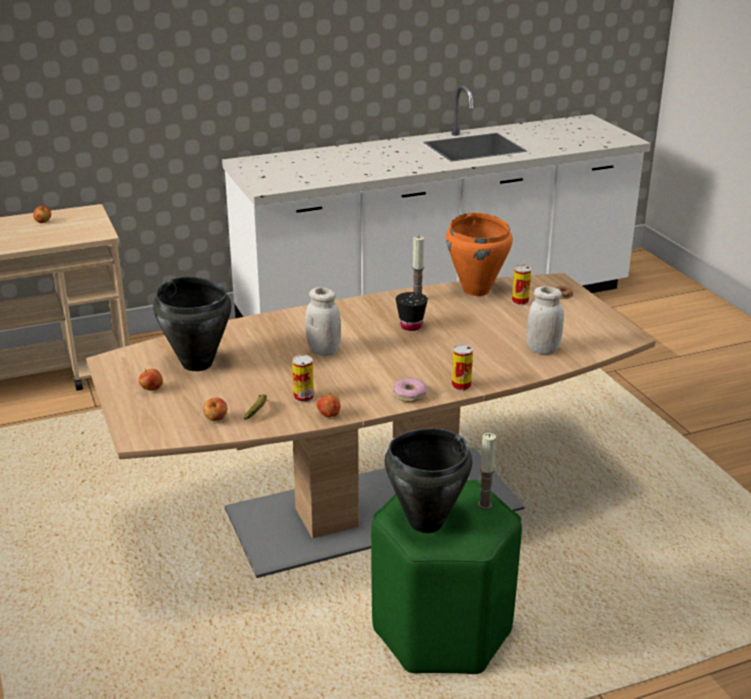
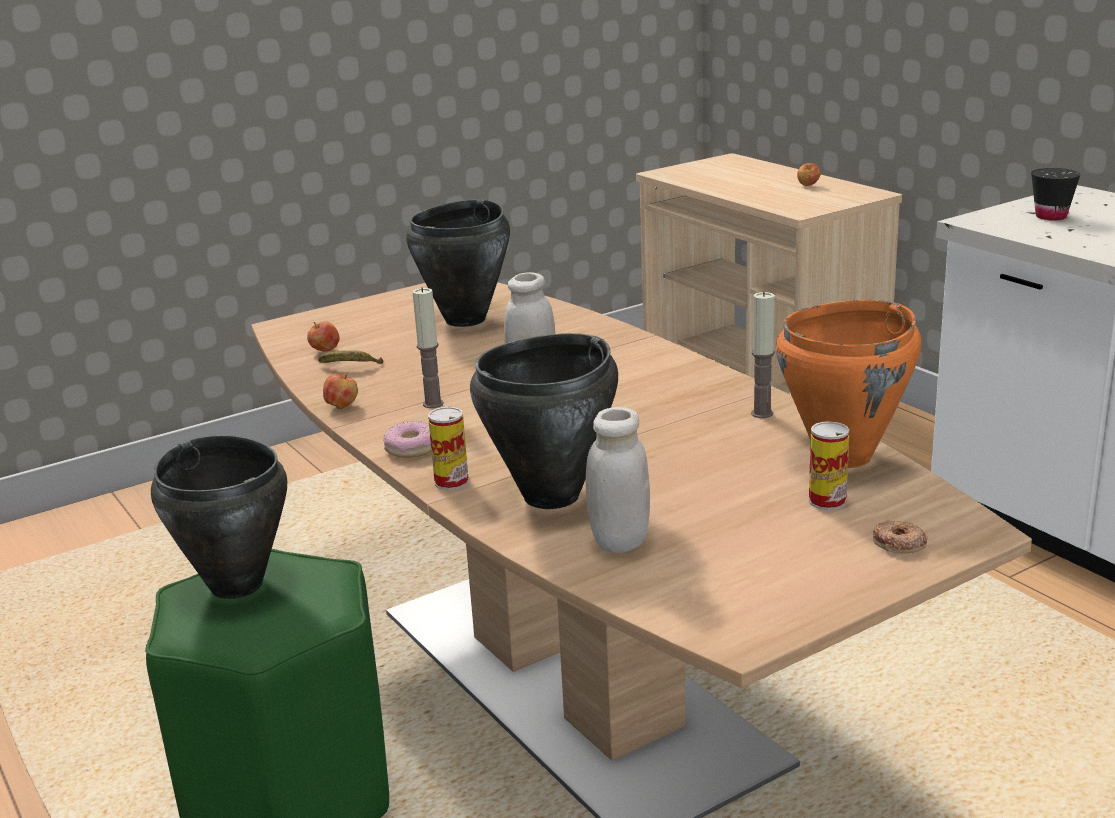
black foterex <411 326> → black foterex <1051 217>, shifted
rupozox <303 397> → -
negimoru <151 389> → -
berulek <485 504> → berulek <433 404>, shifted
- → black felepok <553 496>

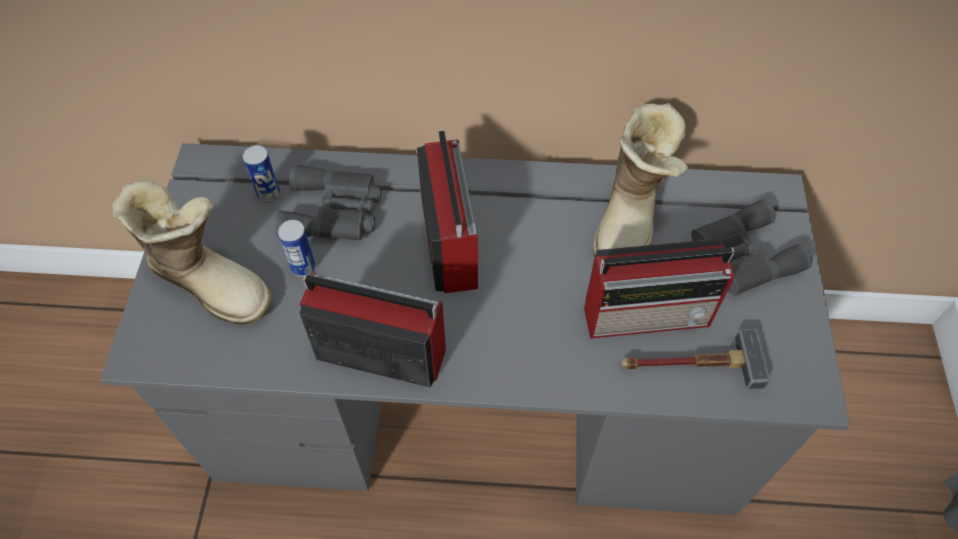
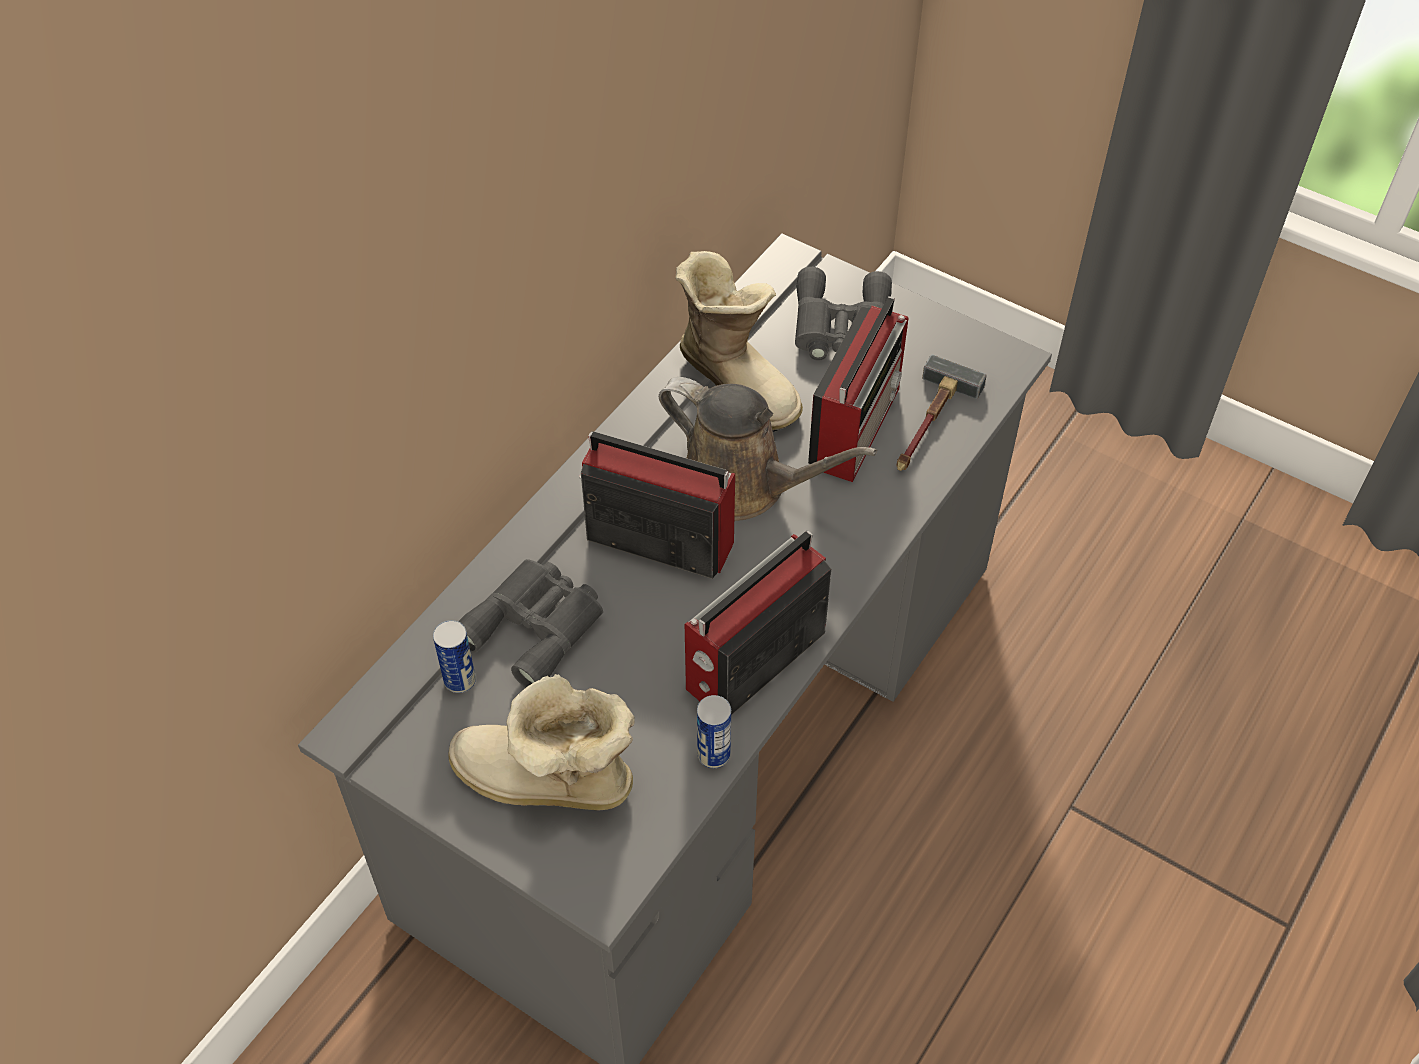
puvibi <211 281> → puvibi <547 784>, 135 degrees counterclockwise
rupozox <303 267> → rupozox <713 755>, shifted
- → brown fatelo <743 484>

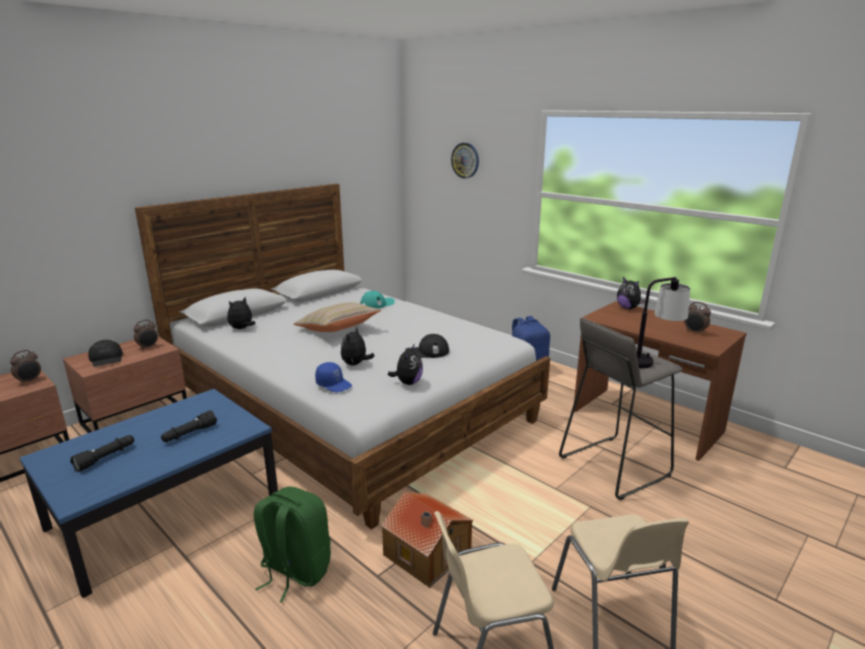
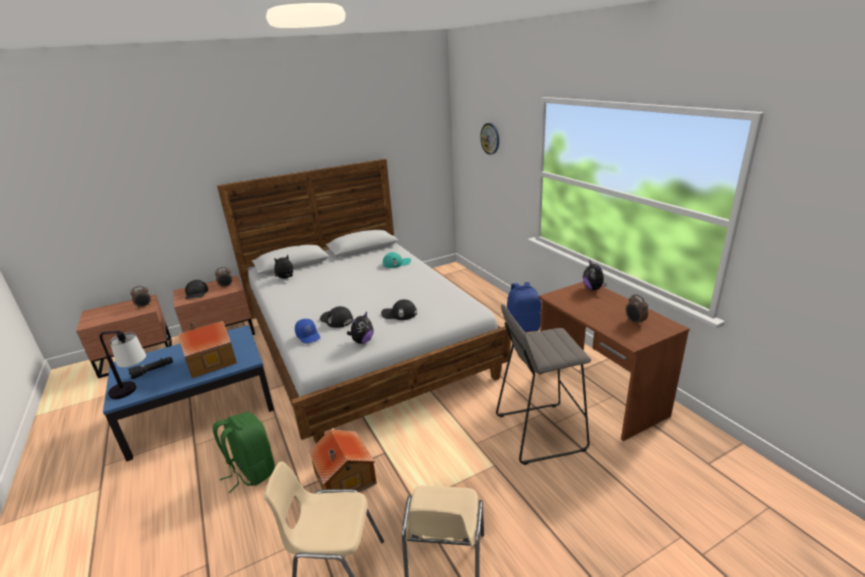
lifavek <650 360> → lifavek <134 391>, shifted
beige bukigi <337 330> → -
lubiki <355 364> → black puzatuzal <336 319>
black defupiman <189 434> → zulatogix <210 360>

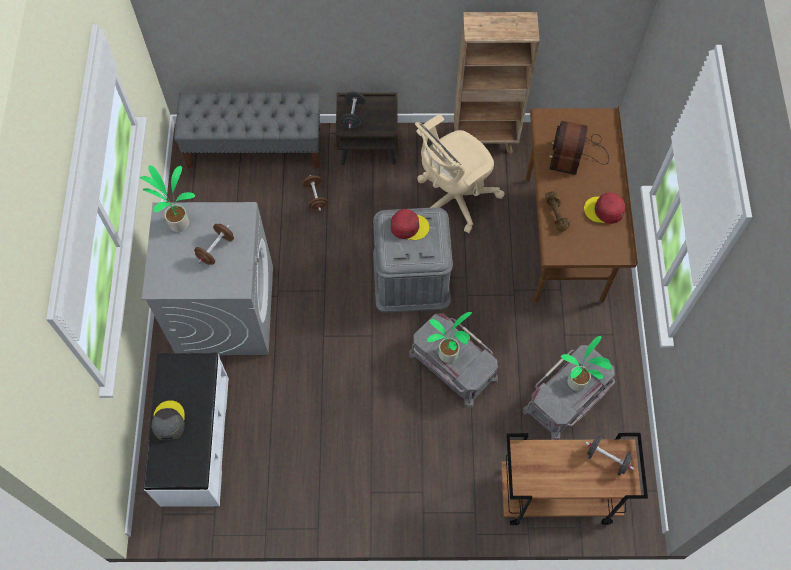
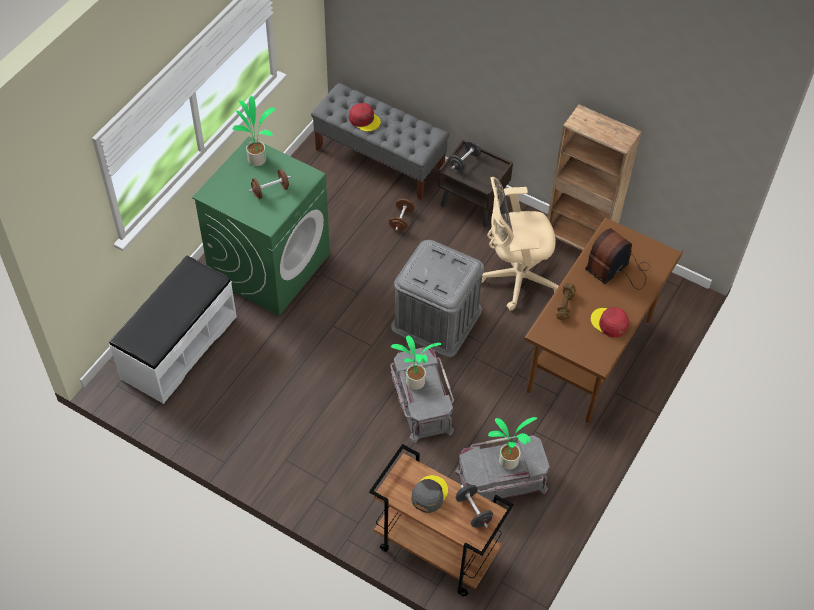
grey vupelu <225 309> → green vupelu <270 266>
red puzatuzal <409 226> → red puzatuzal <364 120>, shifted
grey puzatuzal <168 421> → grey puzatuzal <429 494>, shifted

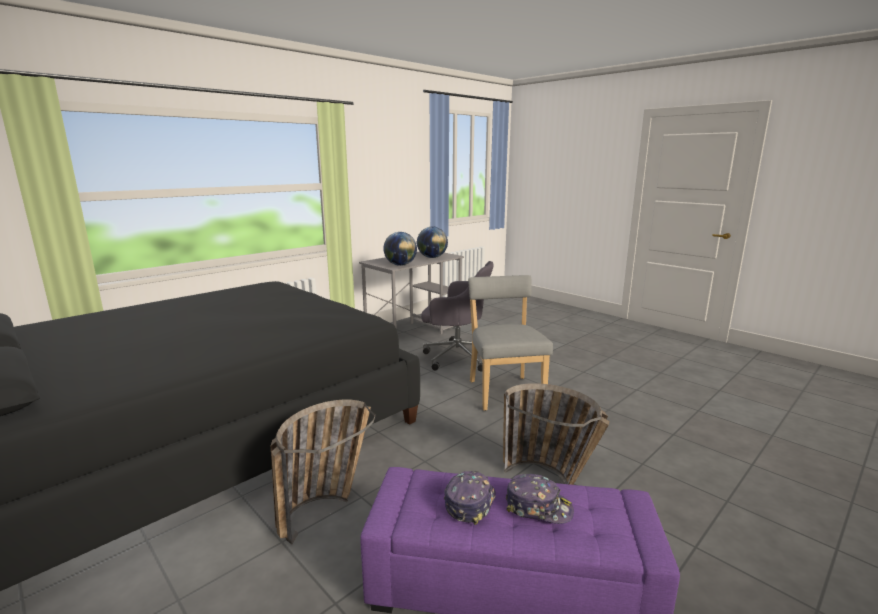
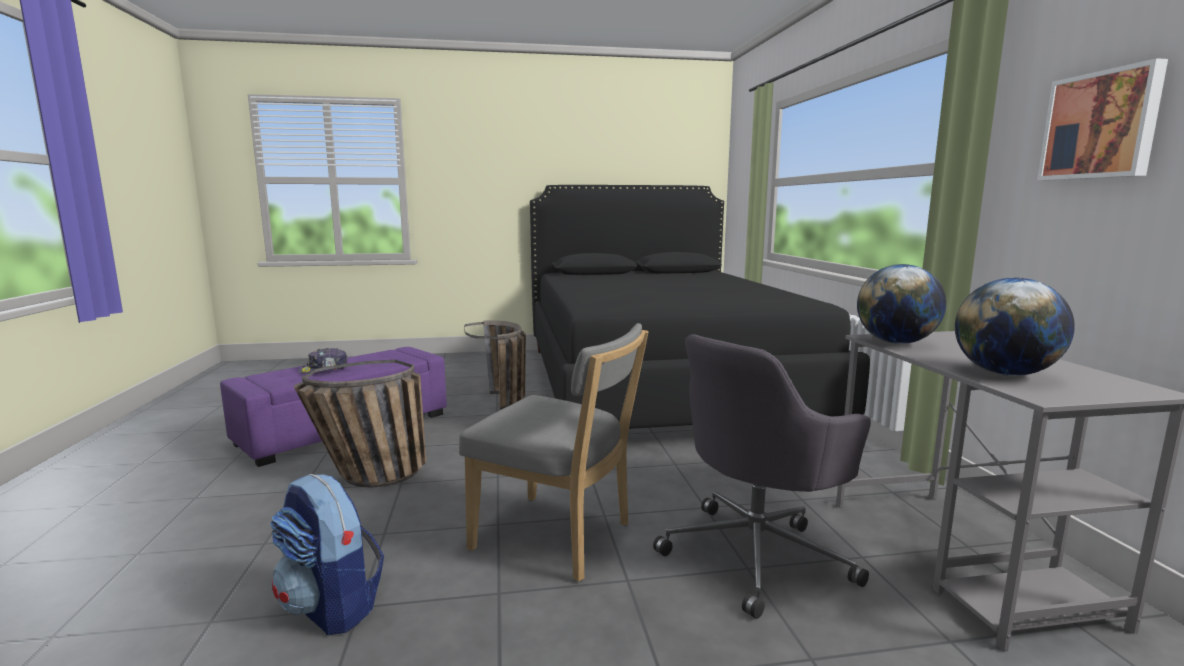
puzatuzal <469 502> → -
- → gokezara <1101 125>
- → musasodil <332 607>

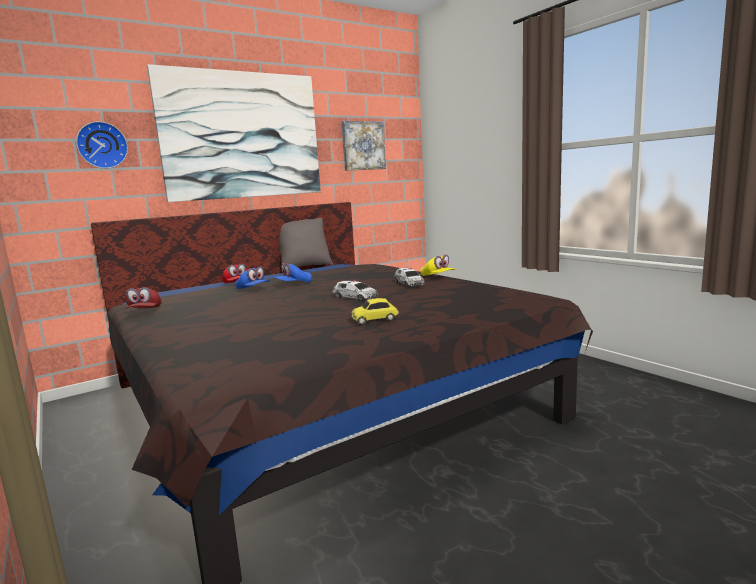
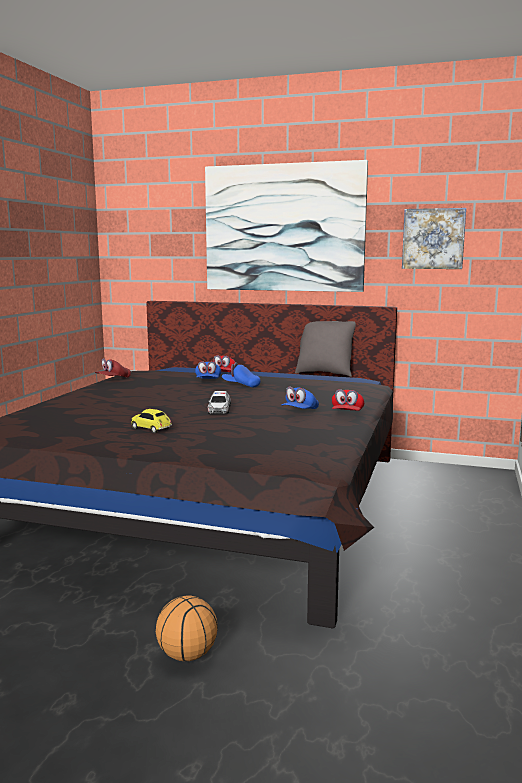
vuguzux <102 145> → -
yellow puzatuzal <437 277> → red puzatuzal <347 414>
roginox <409 283> → blue puzatuzal <299 412>
- → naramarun <187 655>

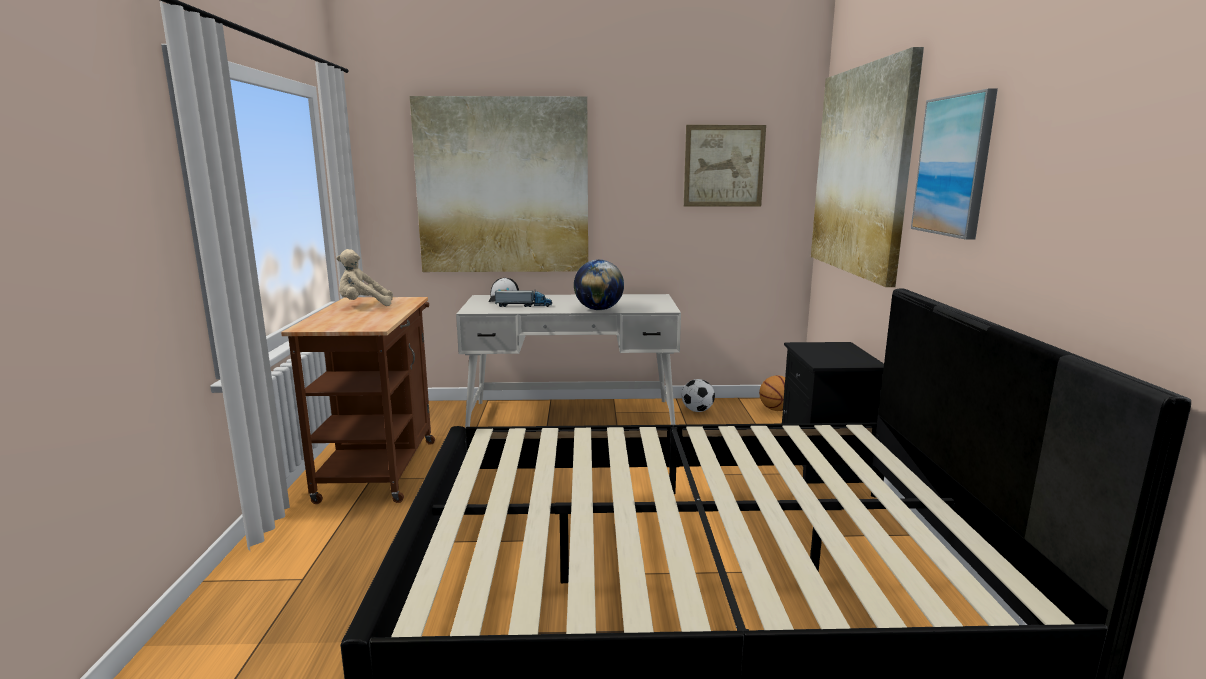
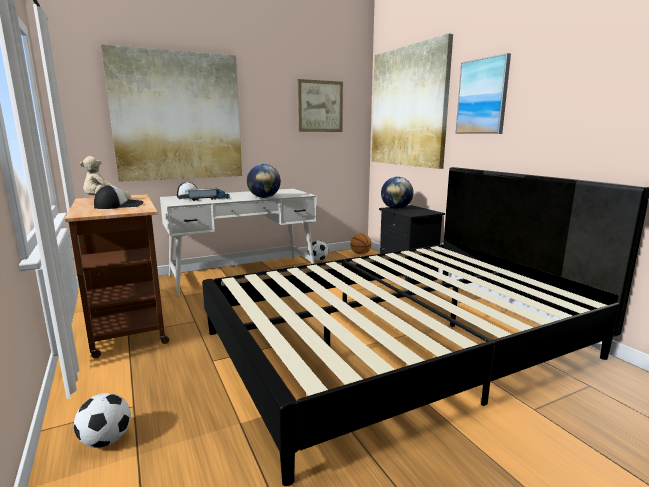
- → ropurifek <396 208>
- → puzatuzal <119 205>
- → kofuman <106 440>

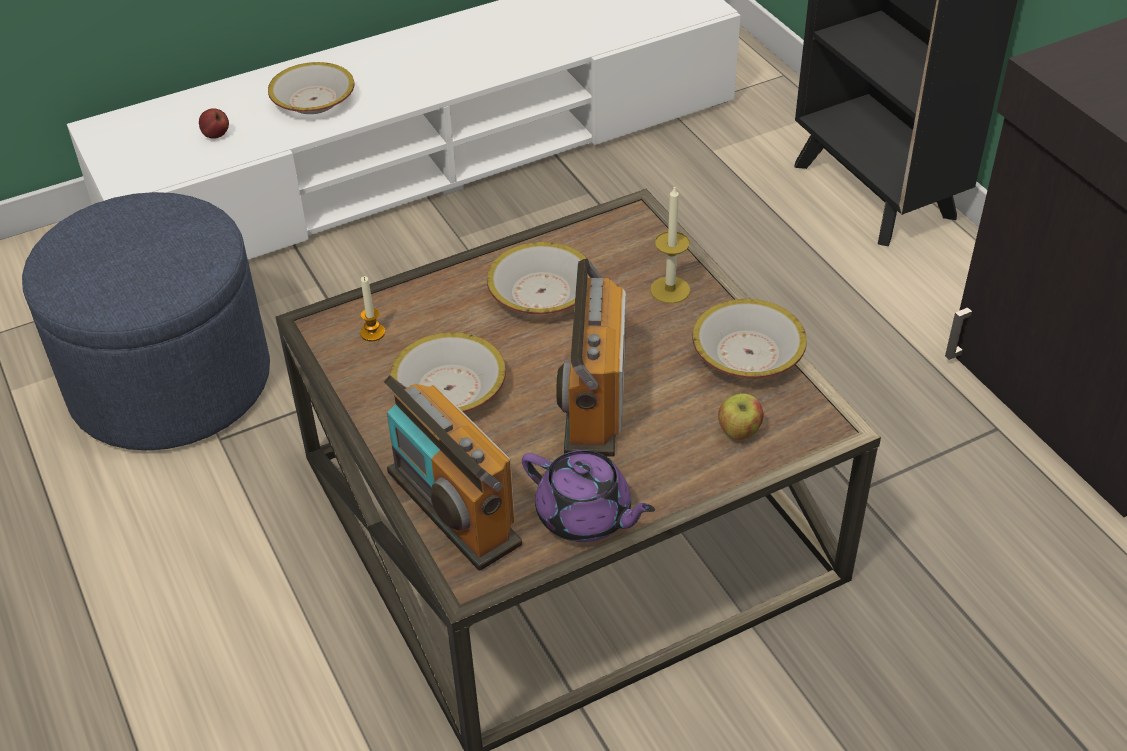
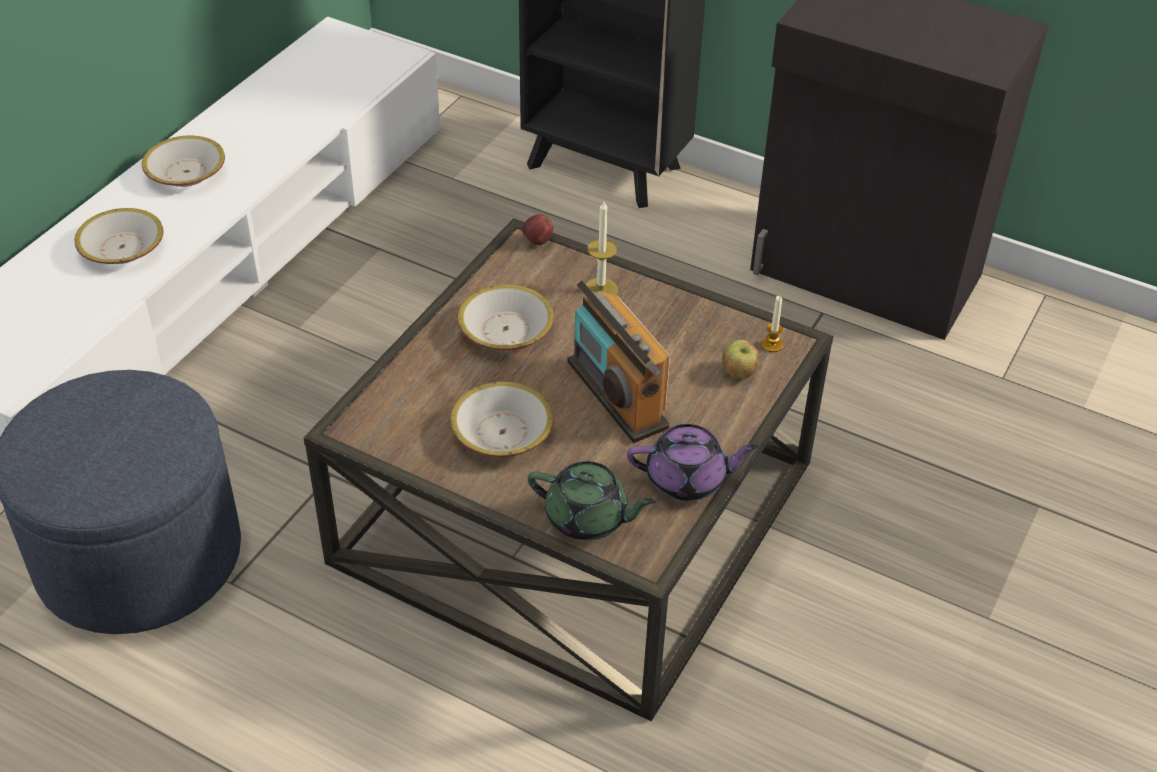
negimoru <216 135> → negimoru <537 241>, shifted
berulek <372 333> → berulek <772 345>, shifted
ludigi <748 354> → ludigi <186 173>, shifted
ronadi <453 508> → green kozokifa <588 518>

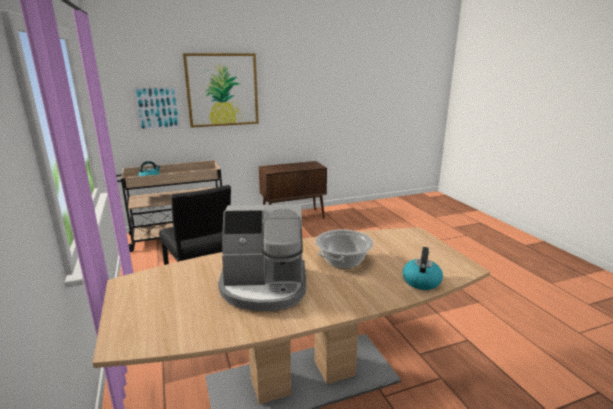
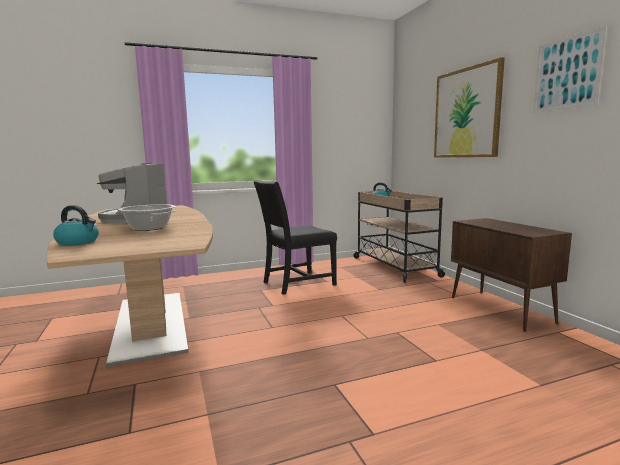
gokezara <157 108> → gokezara <567 73>, shifted

